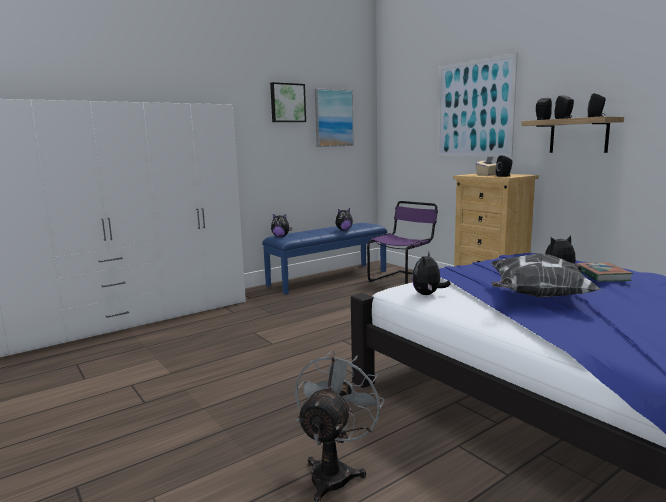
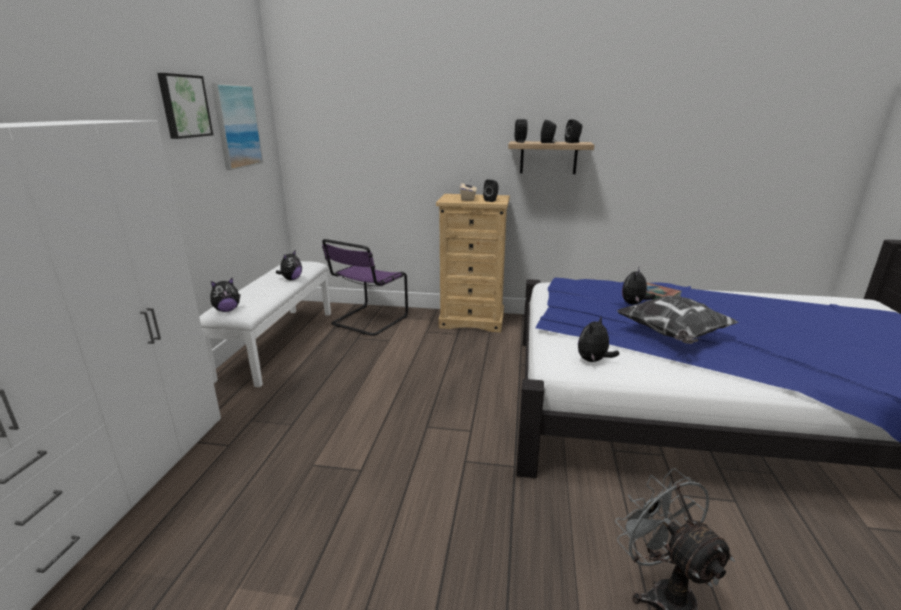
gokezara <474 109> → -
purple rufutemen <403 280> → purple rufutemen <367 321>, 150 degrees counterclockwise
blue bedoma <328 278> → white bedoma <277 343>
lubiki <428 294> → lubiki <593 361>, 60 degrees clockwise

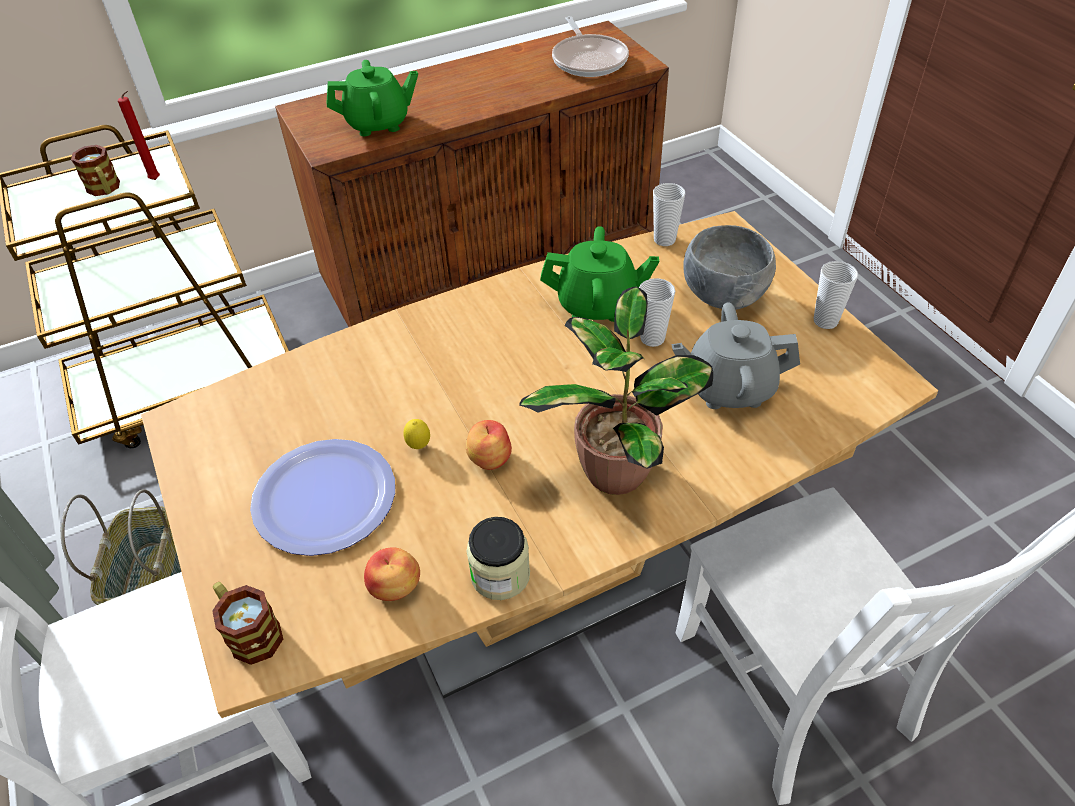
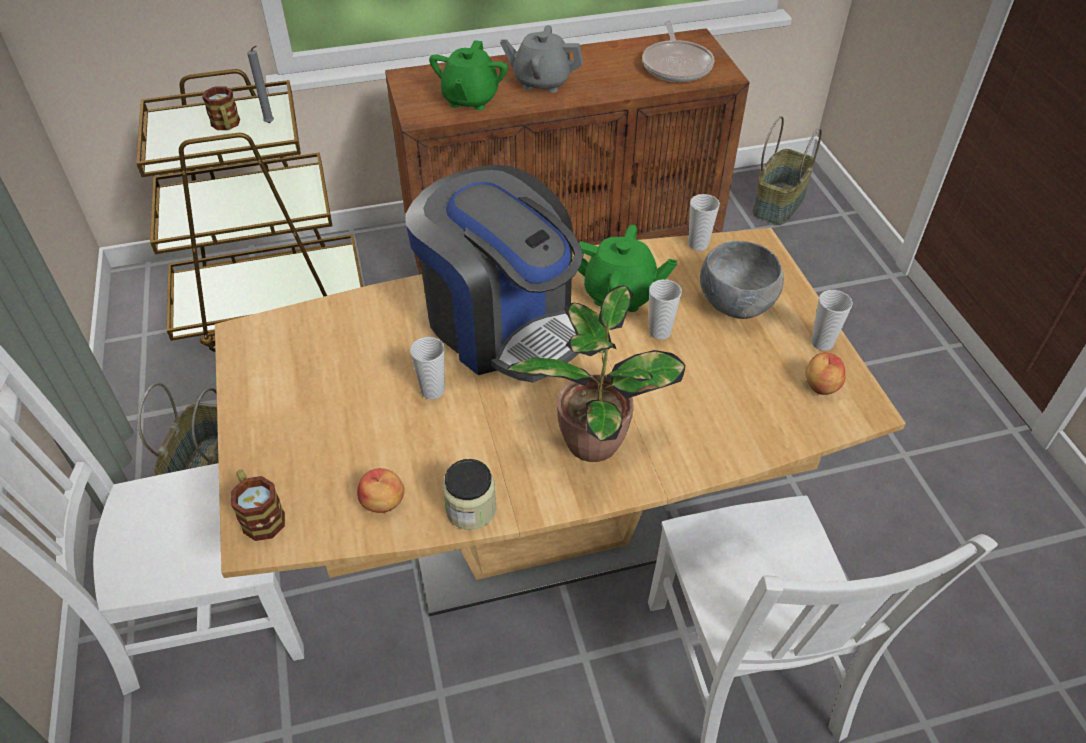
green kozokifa <378 123> → green kozokifa <470 99>, 105 degrees clockwise
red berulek <157 180> → grey berulek <270 123>
grey kozokifa <729 388> → grey kozokifa <541 82>, shifted
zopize <419 446> → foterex <432 390>
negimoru <489 459> → negimoru <820 386>, shifted
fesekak <324 498> → -
- → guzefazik <778 203>
- → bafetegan <502 324>

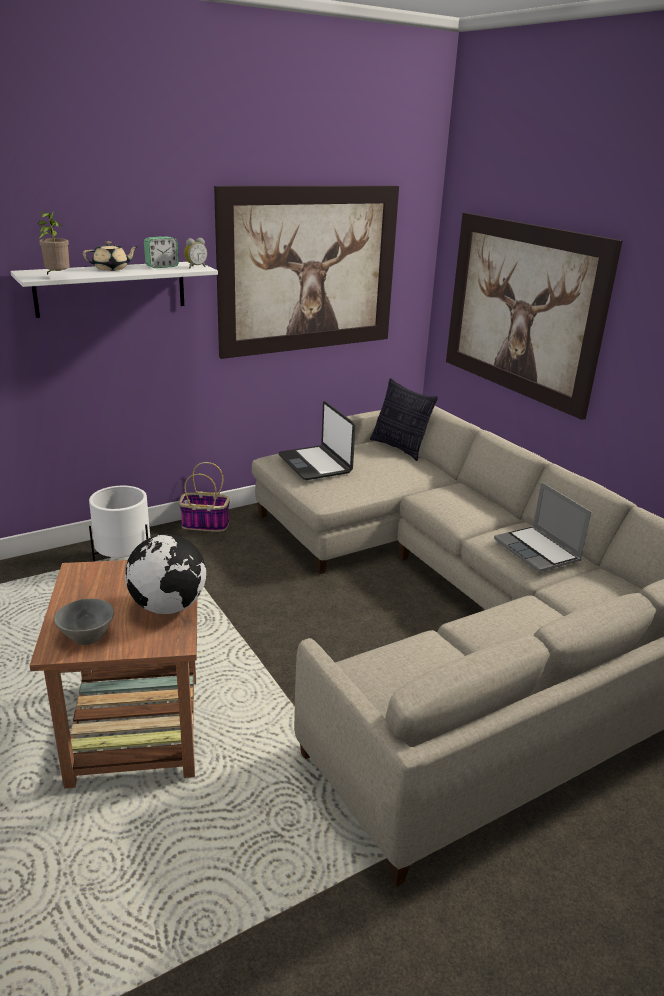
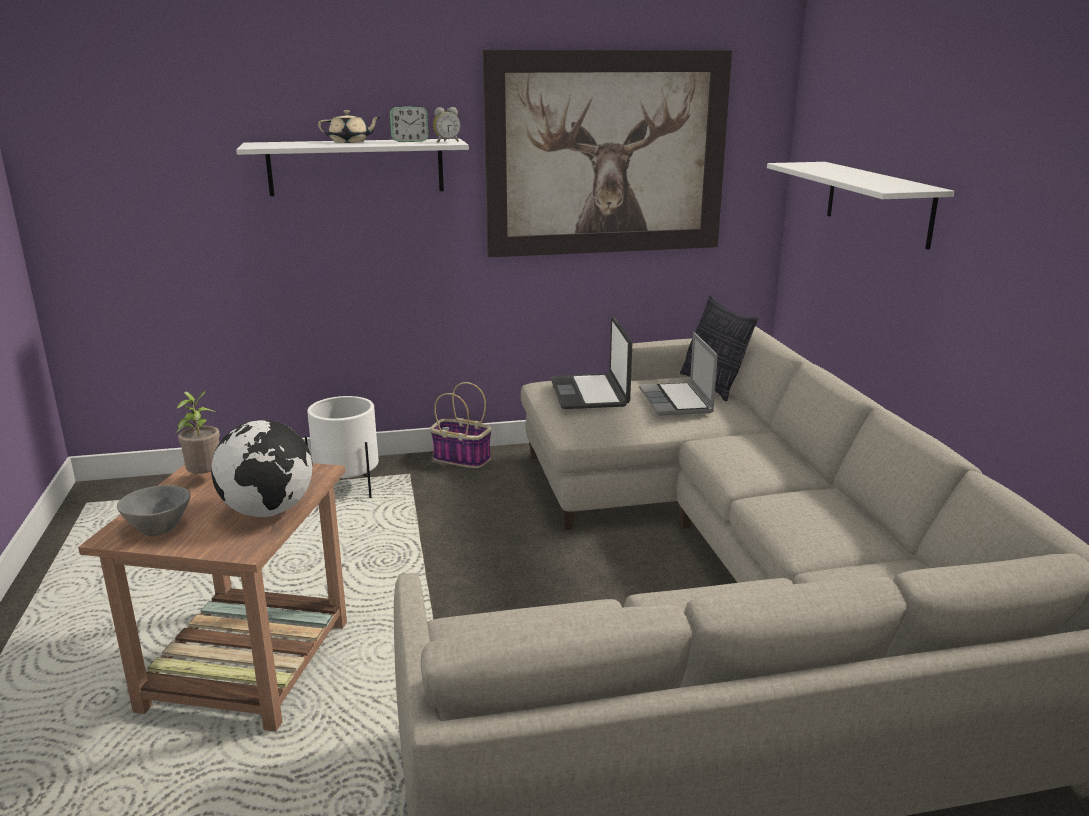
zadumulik <57 277> → zadumulik <205 478>, shifted
gokezara <522 310> → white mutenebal <878 203>
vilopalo <538 551> → vilopalo <677 401>, shifted

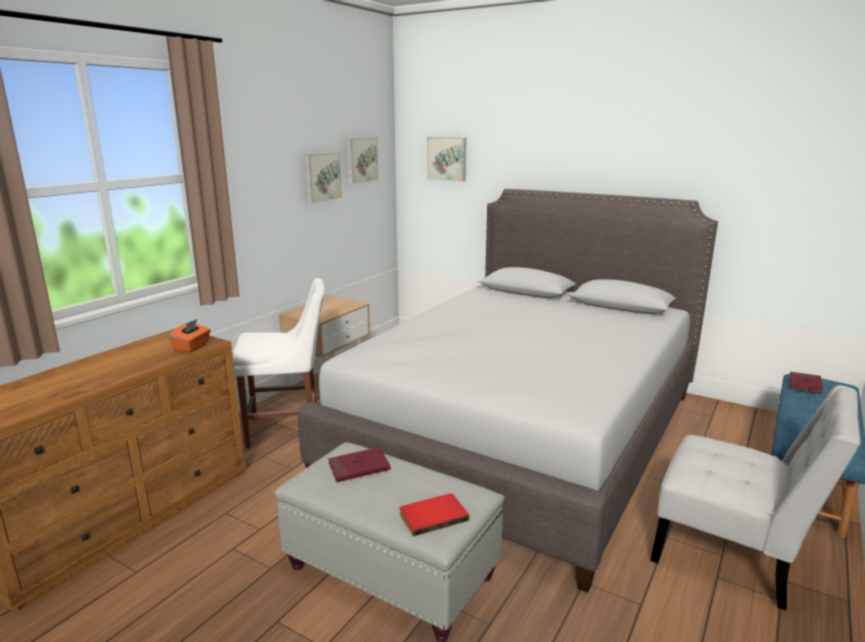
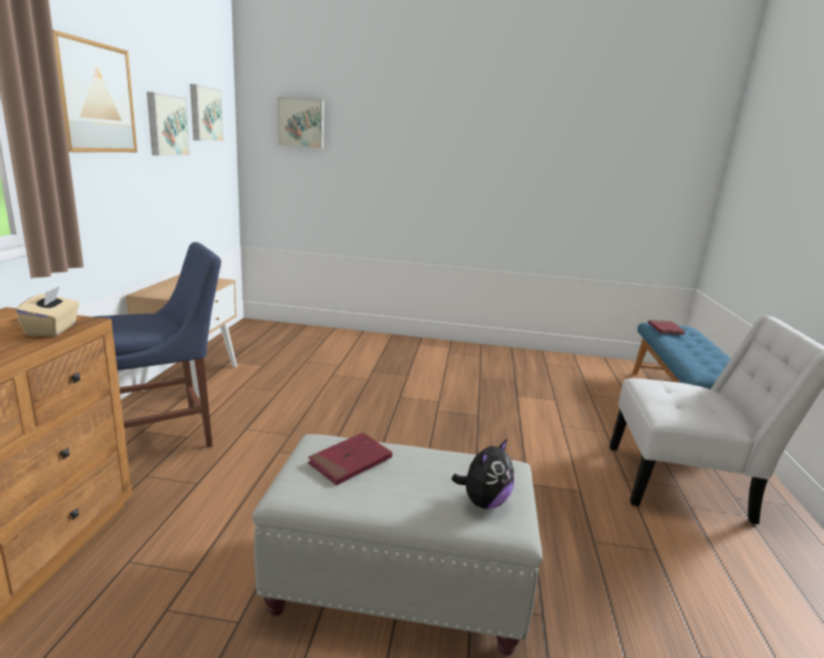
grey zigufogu <522 433> → -
white rufutemen <288 429> → blue rufutemen <165 436>
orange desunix <192 347> → beige desunix <53 329>
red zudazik <432 515> → lubiki <483 502>
- → gokezara <93 98>

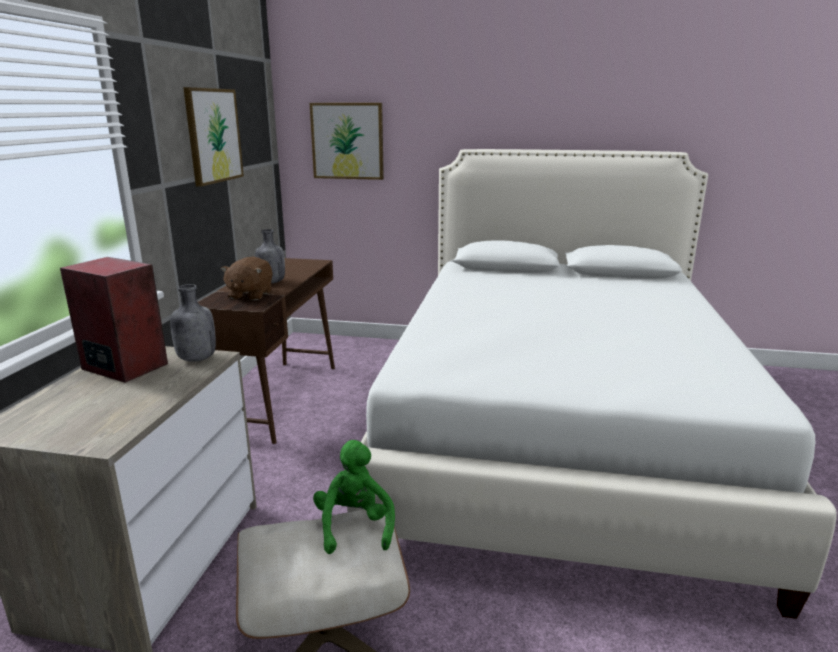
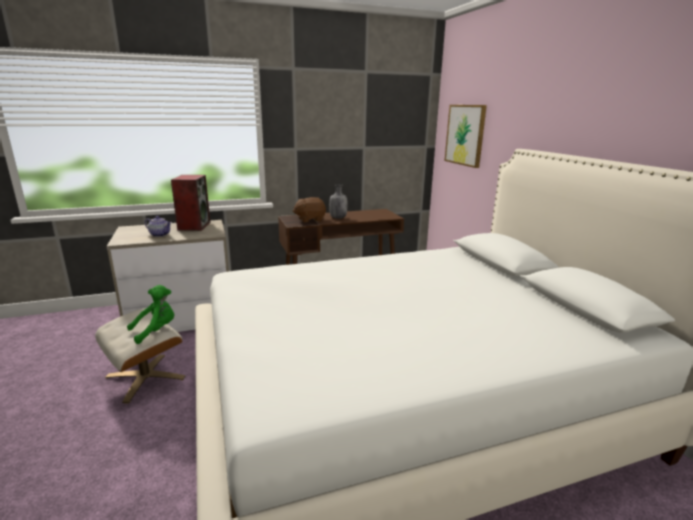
gokezara <213 136> → -
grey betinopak <196 359> → -
- → kozokifa <160 234>

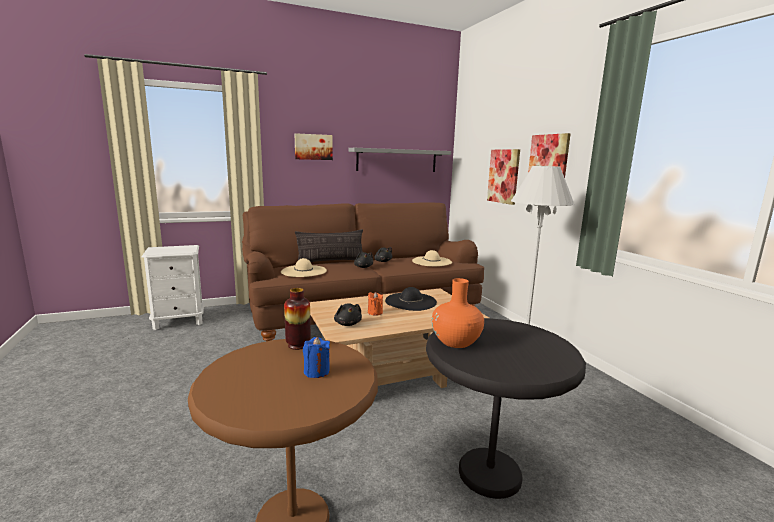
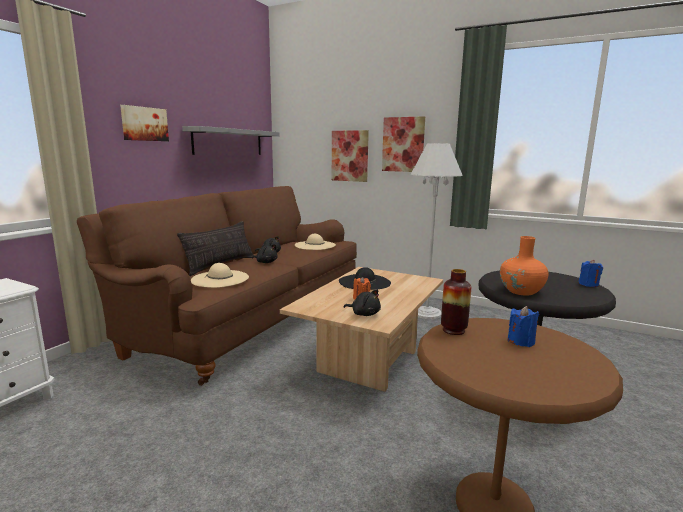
- → blue berulek <588 284>

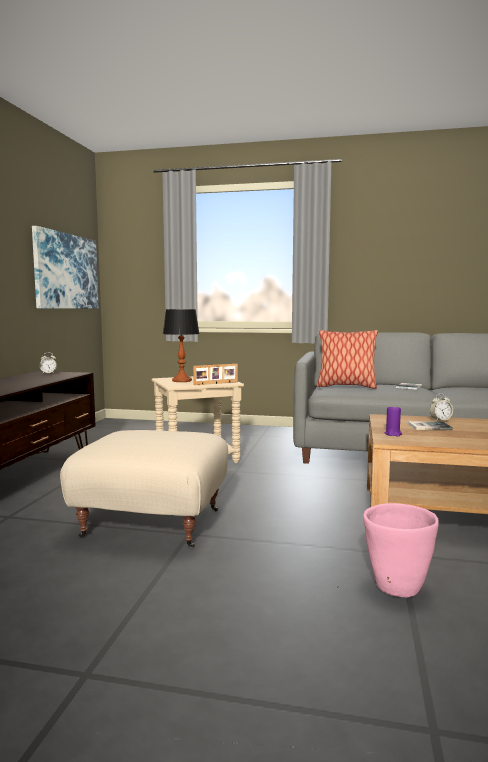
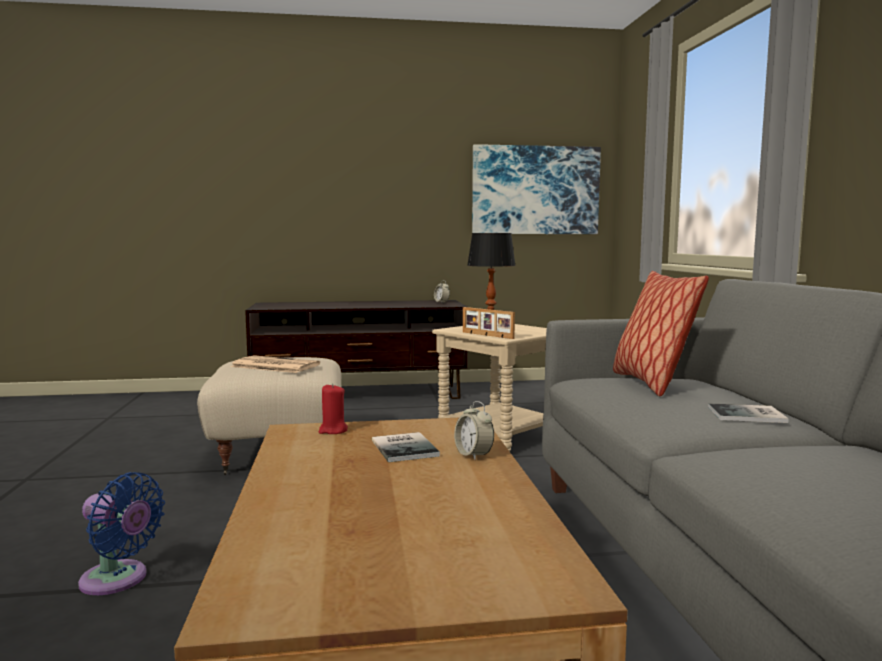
purple berulek <393 434> → red berulek <333 430>
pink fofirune <396 587> → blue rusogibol <118 580>
- → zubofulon <273 366>

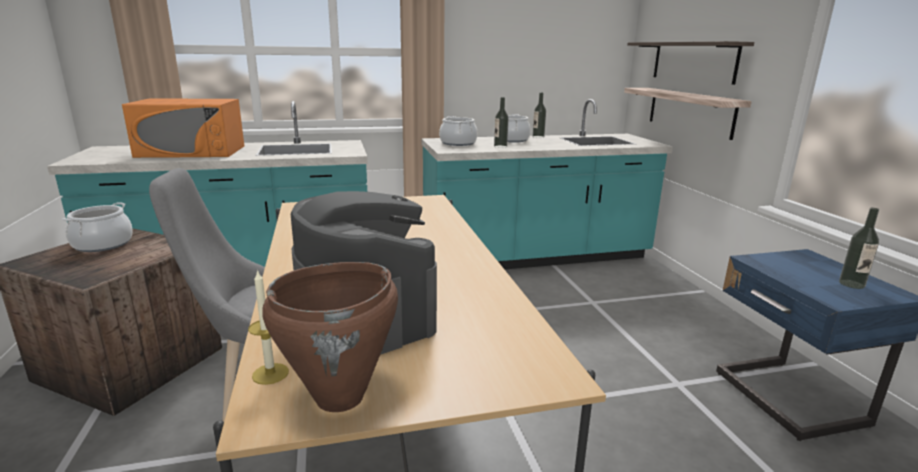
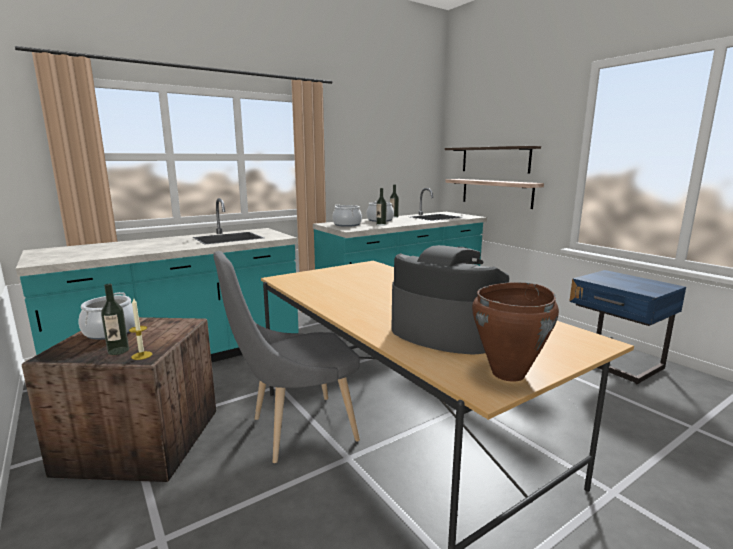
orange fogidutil <192 151> → -
betinopak <851 284> → betinopak <118 351>, shifted
berulek <270 374> → berulek <141 355>, shifted

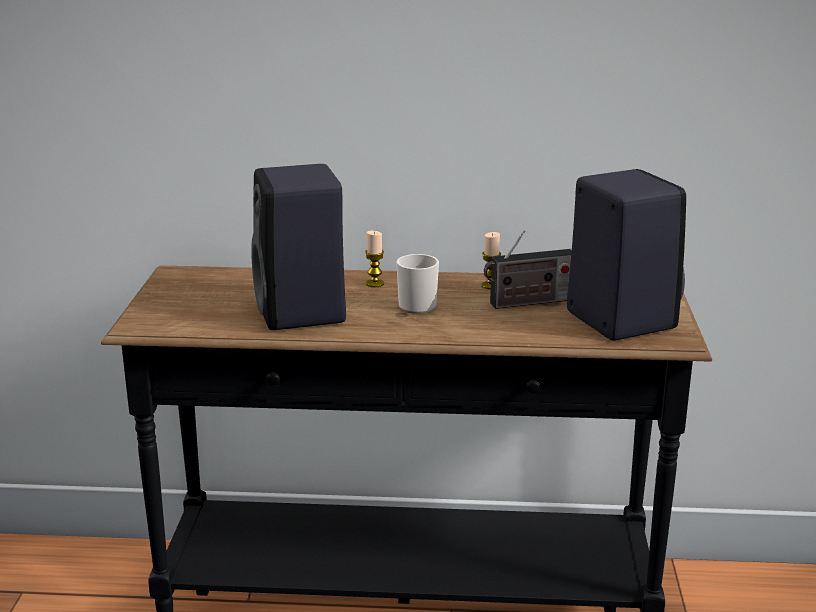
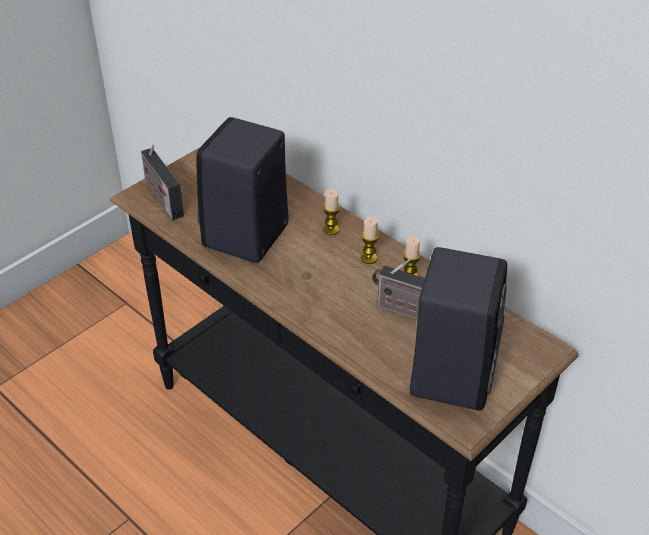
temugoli <415 304> → -
- → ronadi <162 197>
- → berulek <369 258>

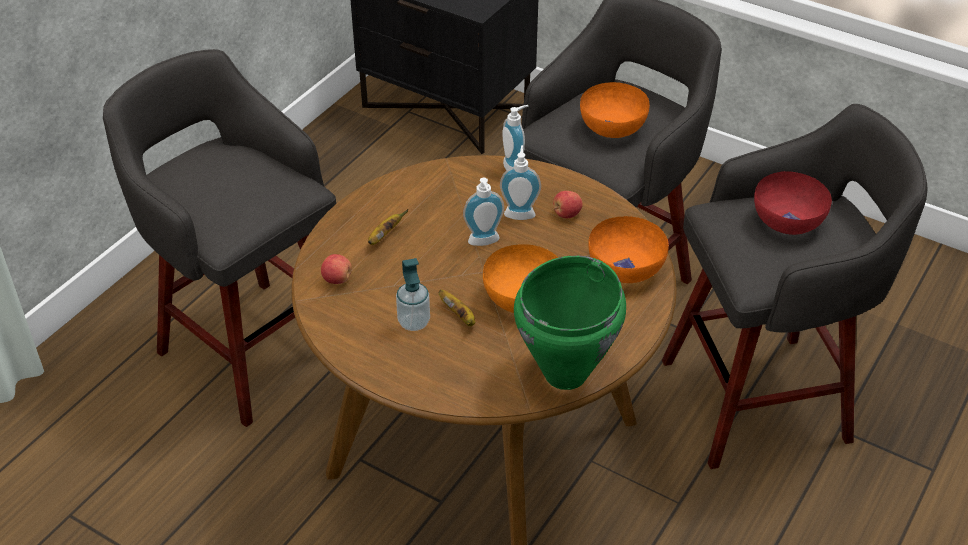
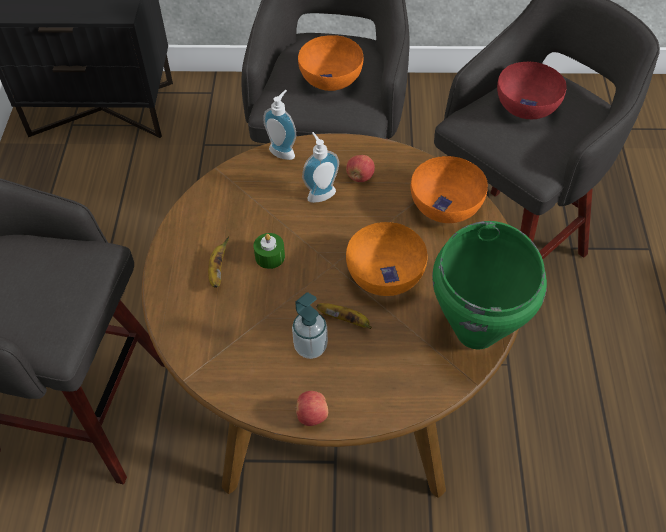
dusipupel <484 243> → -
negimoru <337 279> → negimoru <311 415>, shifted
- → green berulek <270 256>

